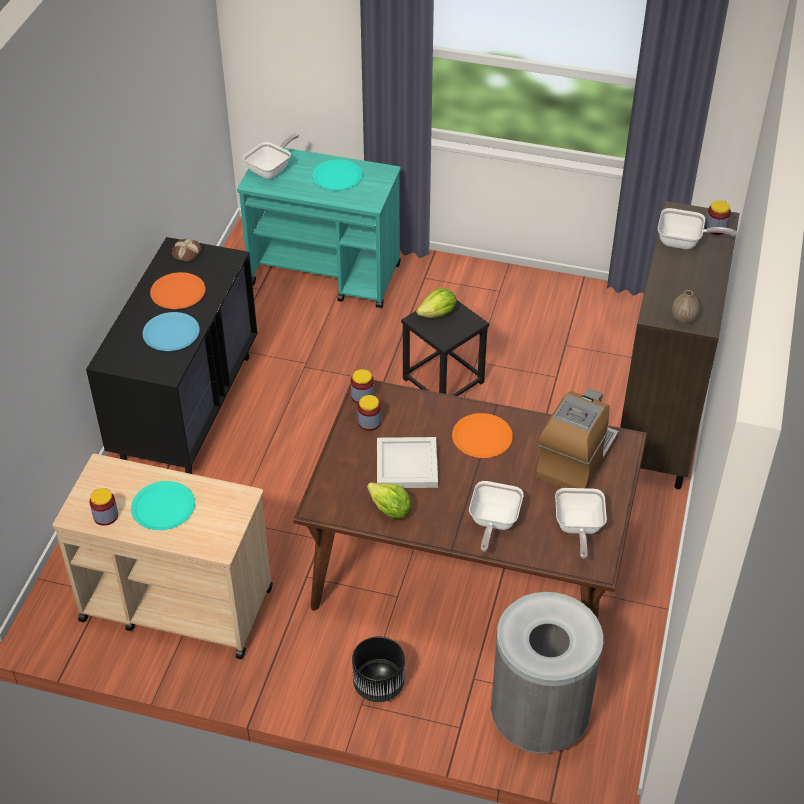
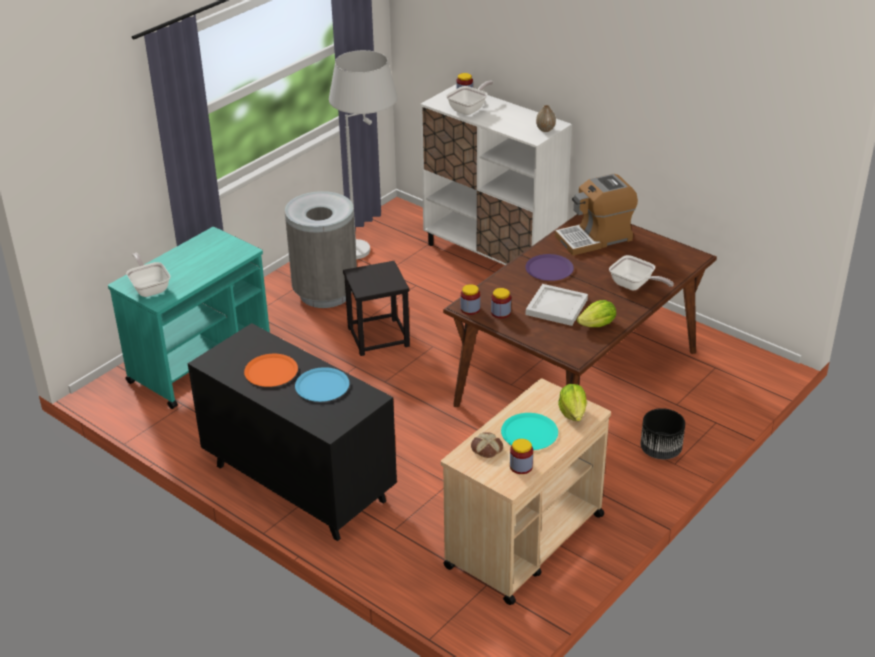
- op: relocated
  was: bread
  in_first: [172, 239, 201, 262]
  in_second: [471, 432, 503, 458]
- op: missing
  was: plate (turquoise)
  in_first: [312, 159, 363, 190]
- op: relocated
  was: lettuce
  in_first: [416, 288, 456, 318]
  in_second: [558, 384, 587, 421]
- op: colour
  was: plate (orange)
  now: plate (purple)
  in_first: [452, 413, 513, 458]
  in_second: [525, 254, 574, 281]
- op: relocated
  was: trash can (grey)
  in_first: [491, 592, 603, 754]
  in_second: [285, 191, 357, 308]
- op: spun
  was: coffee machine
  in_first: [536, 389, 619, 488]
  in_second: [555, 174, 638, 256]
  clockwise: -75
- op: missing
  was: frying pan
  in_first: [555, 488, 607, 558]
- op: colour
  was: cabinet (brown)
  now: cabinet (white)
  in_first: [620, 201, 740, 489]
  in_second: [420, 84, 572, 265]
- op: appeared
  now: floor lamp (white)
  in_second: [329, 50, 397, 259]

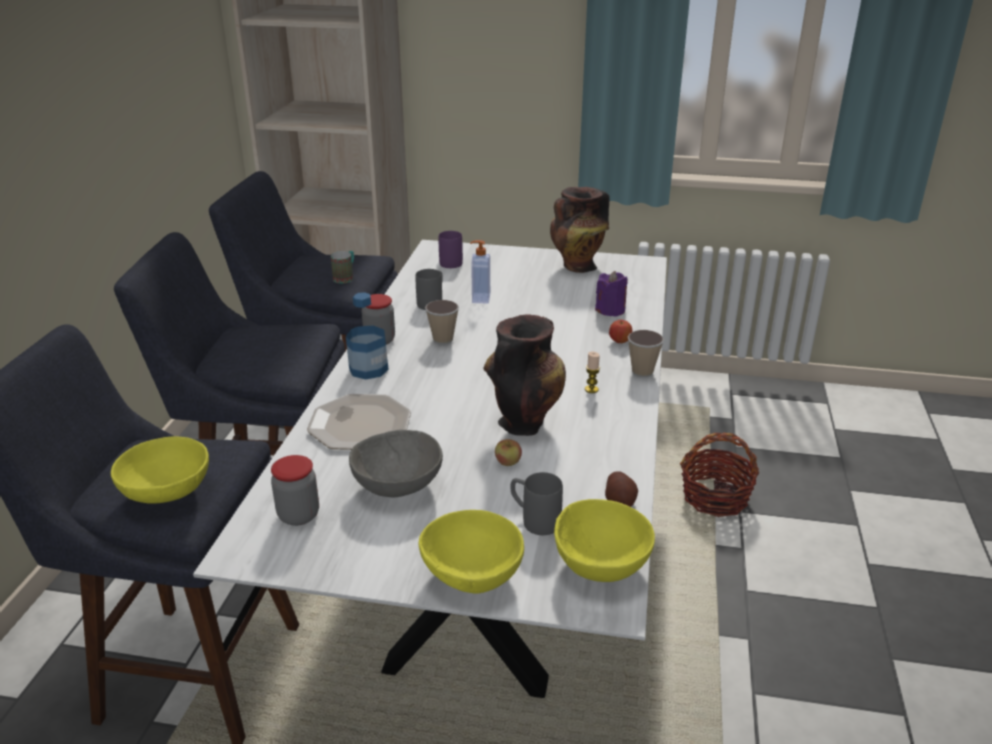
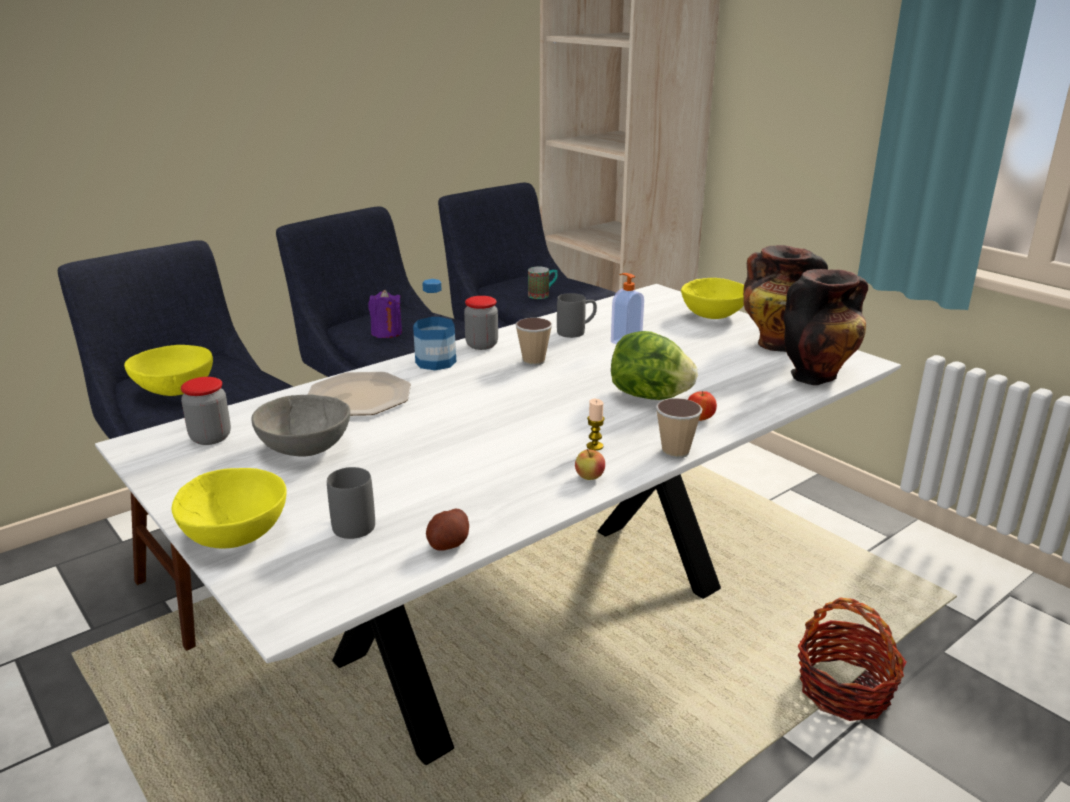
- op: missing
  was: mug (purple)
  in_first: [439, 231, 463, 268]
- op: relocated
  was: vase
  in_first: [484, 314, 566, 436]
  in_second: [783, 269, 868, 385]
- op: relocated
  was: apple
  in_first: [495, 439, 522, 466]
  in_second: [575, 449, 605, 480]
- op: relocated
  was: bowl (yellow)
  in_first: [554, 499, 655, 582]
  in_second: [681, 278, 744, 319]
- op: relocated
  was: candle (purple)
  in_first: [595, 271, 628, 317]
  in_second: [368, 290, 402, 338]
- op: appeared
  now: lettuce
  in_second: [611, 331, 698, 400]

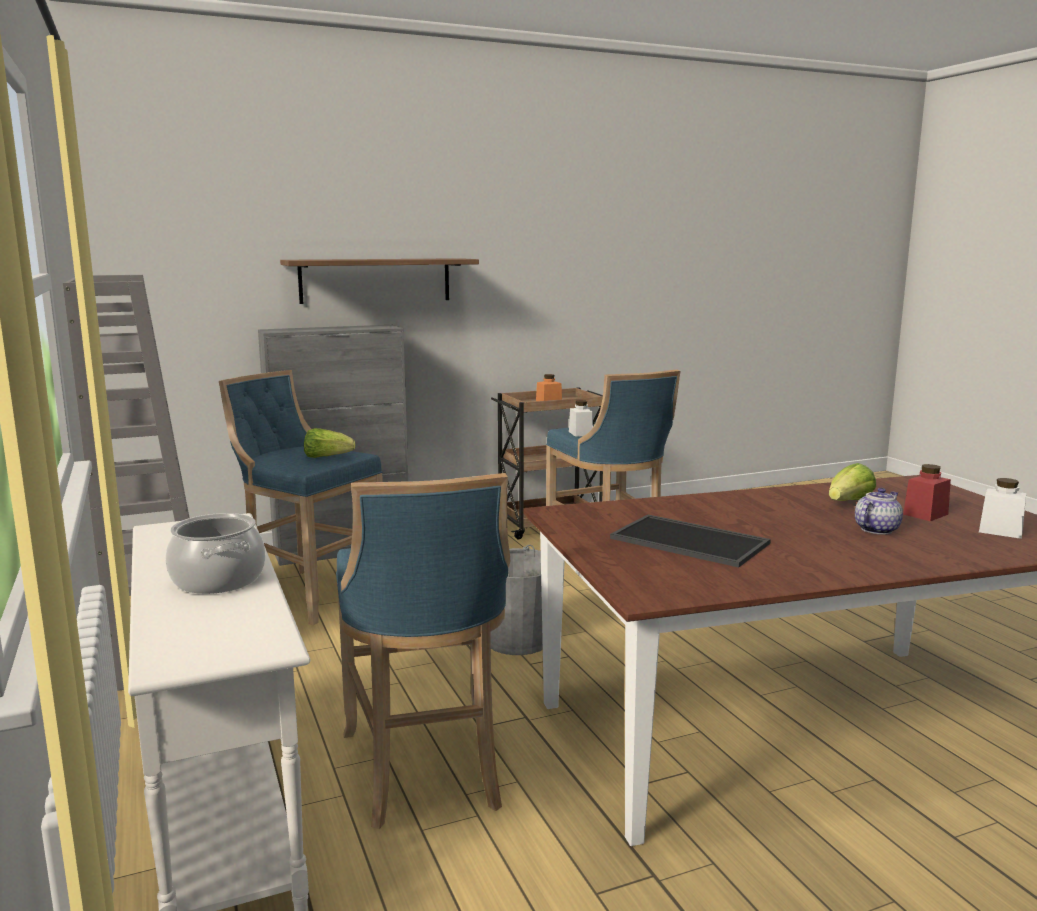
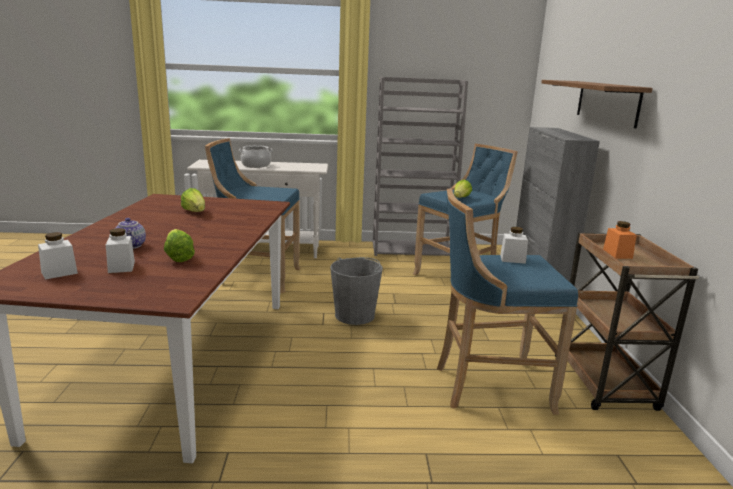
- op: exchanged
  was: tray
  now: lettuce
  in_first: [610, 514, 771, 568]
  in_second: [181, 188, 205, 212]
- op: colour
  was: jar (red)
  now: jar (white)
  in_first: [903, 464, 951, 521]
  in_second: [106, 228, 135, 273]

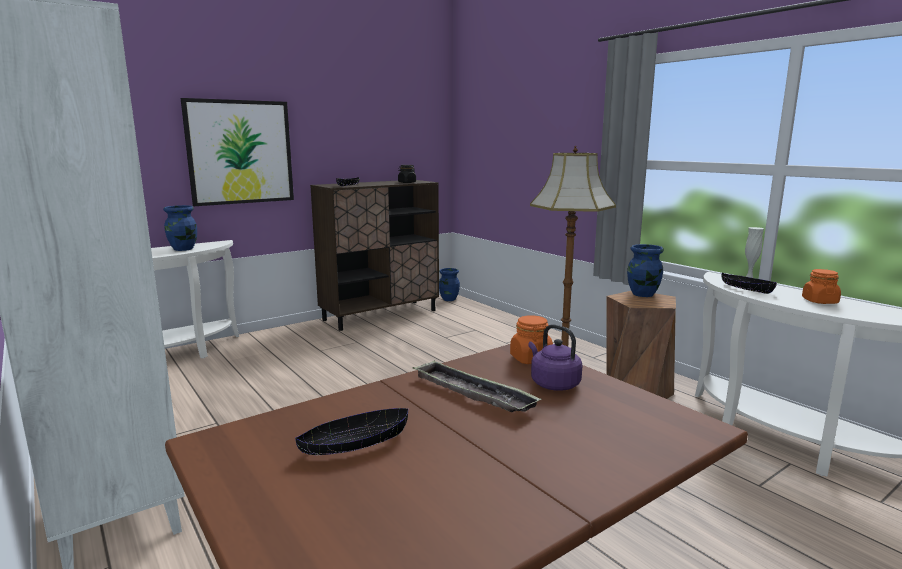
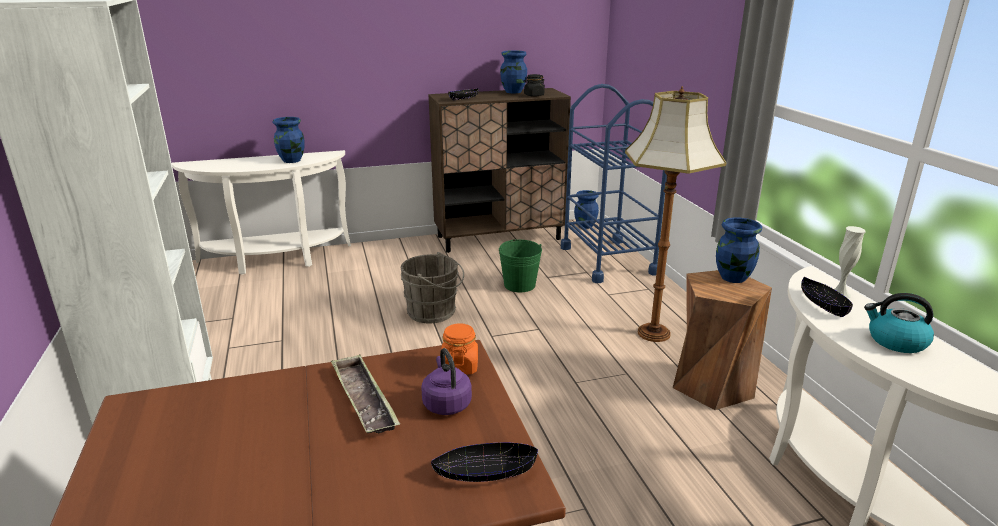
- op: missing
  was: picture
  in_first: [181, 98, 294, 206]
- op: relocated
  was: bowl (black)
  in_first: [295, 408, 408, 455]
  in_second: [431, 443, 538, 482]
- op: exchanged
  was: jar (orange)
  now: kettle
  in_first: [802, 269, 841, 304]
  in_second: [864, 293, 934, 353]
- op: appeared
  now: bucket (grey)
  in_second: [401, 252, 464, 323]
- op: appeared
  now: bucket (green)
  in_second: [499, 240, 542, 292]
- op: appeared
  now: vase (blue)
  in_second: [500, 50, 527, 93]
- op: appeared
  now: cart (blue)
  in_second: [561, 84, 667, 283]

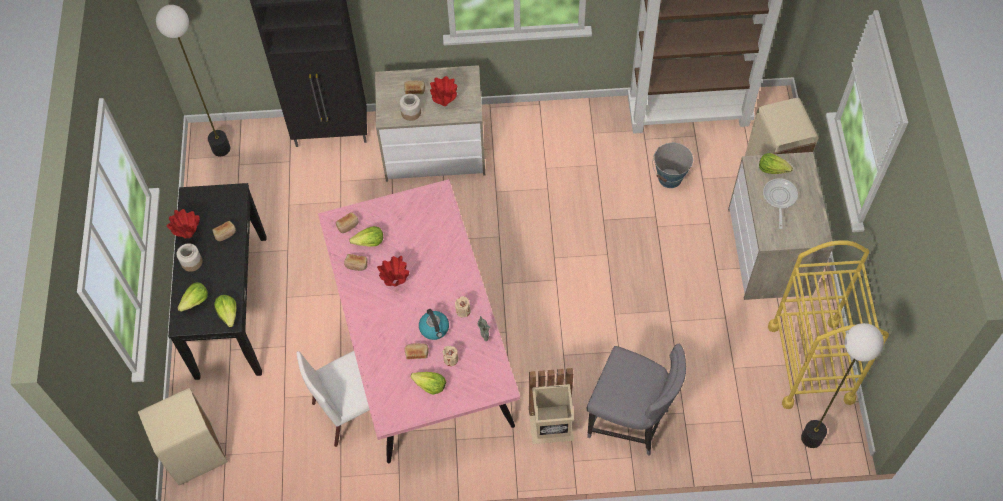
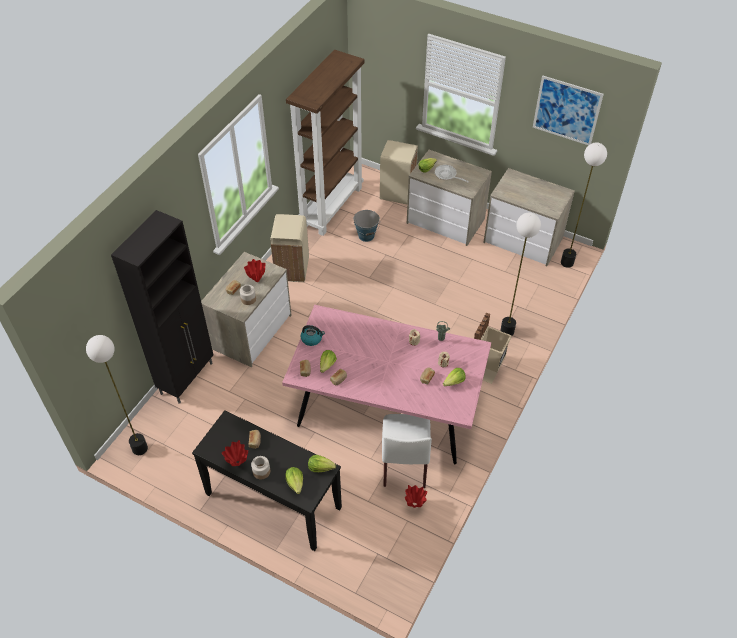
- op: relocated
  was: trash can (beige)
  in_first: [138, 387, 228, 485]
  in_second: [270, 214, 309, 282]
- op: relocated
  was: vase (red)
  in_first: [377, 256, 409, 287]
  in_second: [405, 485, 427, 508]
- op: relocated
  was: kettle
  in_first: [419, 309, 449, 340]
  in_second: [301, 325, 325, 346]
- op: exchanged
  was: chair (grey)
  now: floor lamp
  in_first: [586, 344, 686, 455]
  in_second: [500, 212, 541, 336]
- op: exchanged
  was: cart (yellow)
  now: dresser
  in_first: [768, 240, 889, 409]
  in_second: [483, 168, 575, 267]
- op: appeared
  now: picture
  in_second: [533, 75, 604, 145]

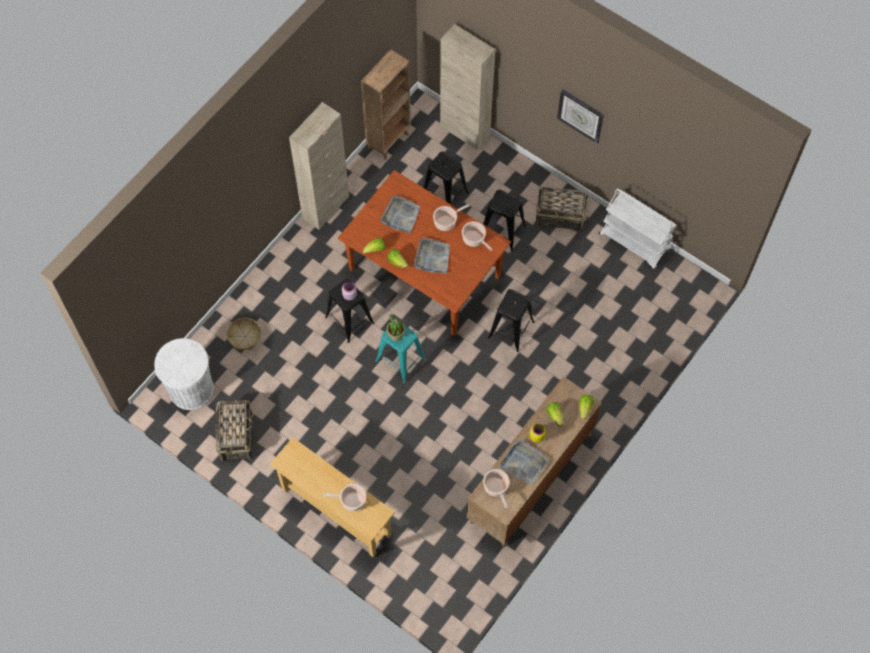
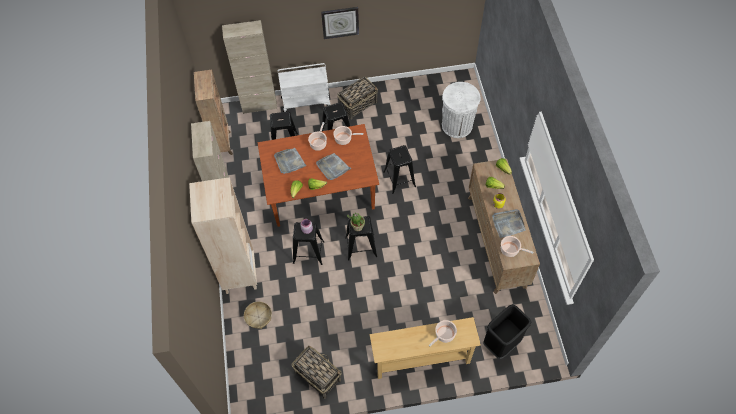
- op: relocated
  was: trash can (white)
  in_first: [154, 338, 214, 410]
  in_second: [442, 82, 481, 138]
- op: colour
  was: stool (turquoise)
  now: stool (black)
  in_first: [376, 325, 426, 383]
  in_second: [345, 216, 377, 260]
- op: relocated
  was: cart (white)
  in_first: [599, 189, 676, 269]
  in_second: [278, 63, 330, 112]
- op: appeared
  now: bookcase (beige)
  in_second: [189, 177, 257, 294]
- op: appeared
  now: trash can (black)
  in_second: [483, 304, 531, 359]

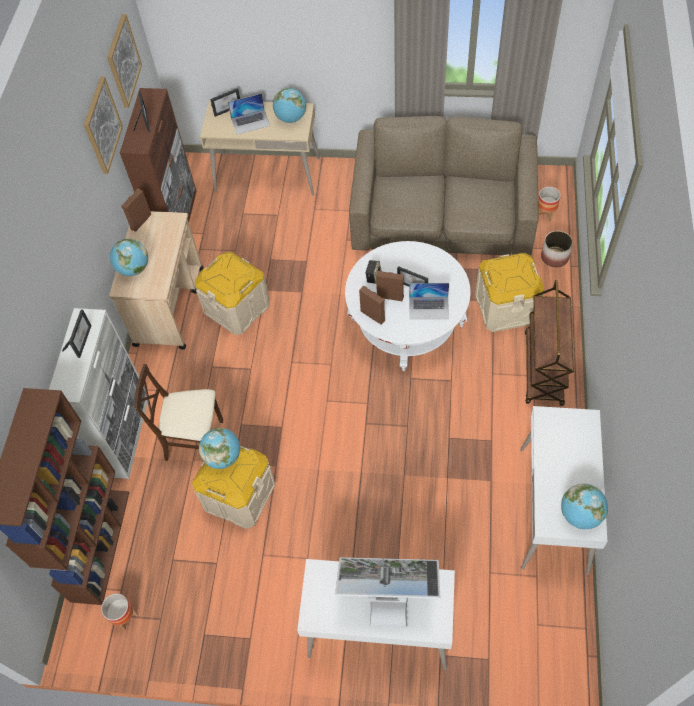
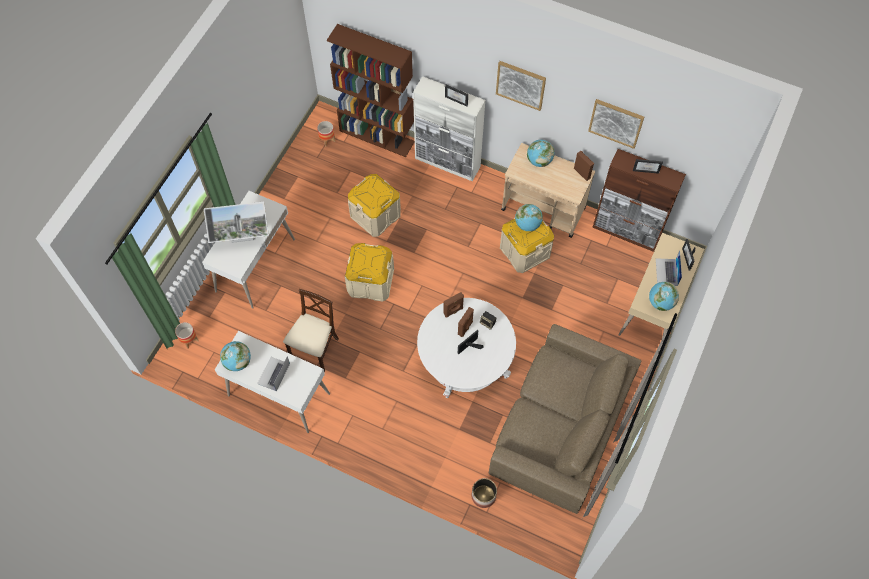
- op: relocated
  was: picture
  in_first: [107, 14, 142, 108]
  in_second: [496, 61, 546, 111]
- op: relocated
  was: chair (beige)
  in_first: [134, 364, 223, 461]
  in_second: [283, 289, 339, 372]
- op: relocated
  was: globe
  in_first: [199, 428, 240, 469]
  in_second: [515, 204, 543, 231]
- op: spun
  was: monitor
  in_first: [335, 557, 440, 628]
  in_second: [204, 202, 269, 243]
  clockwise: 60
- op: relocated
  was: laptop
  in_first: [409, 283, 449, 319]
  in_second: [257, 356, 290, 391]
- op: relocated
  was: storage box (beige)
  in_first: [475, 253, 544, 332]
  in_second: [345, 243, 394, 302]
- op: missing
  was: cart (brown)
  in_first: [525, 280, 574, 406]
- op: relocated
  was: planter
  in_first: [538, 187, 561, 222]
  in_second: [175, 322, 199, 349]

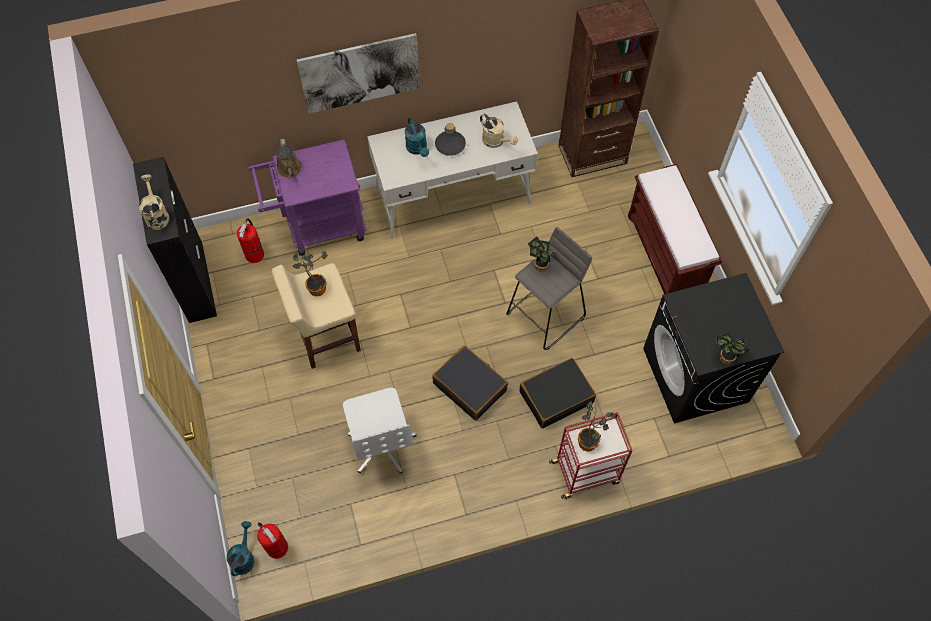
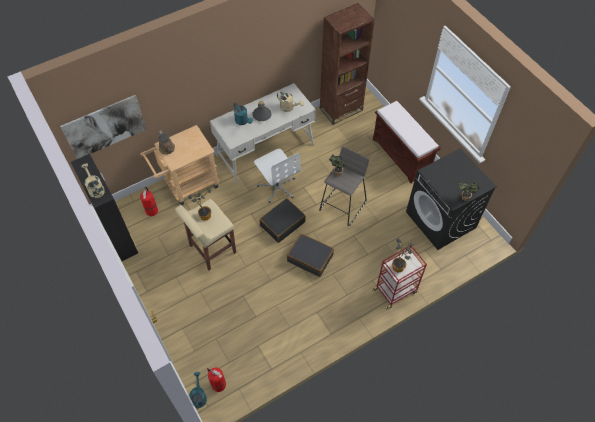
- op: colour
  was: cart (purple)
  now: cart (beige)
  in_first: [248, 139, 367, 256]
  in_second: [140, 125, 219, 205]
- op: relocated
  was: picture
  in_first: [297, 33, 420, 114]
  in_second: [60, 95, 146, 159]
- op: relocated
  was: office chair (white)
  in_first: [343, 388, 417, 474]
  in_second: [254, 149, 301, 203]
- op: relocated
  was: suitcase (black)
  in_first: [519, 358, 596, 428]
  in_second: [259, 198, 306, 243]

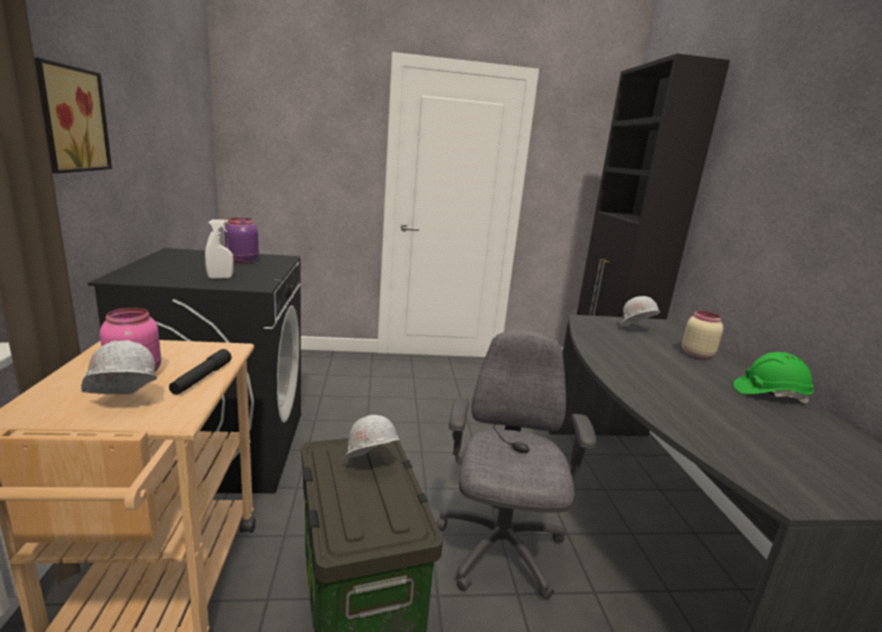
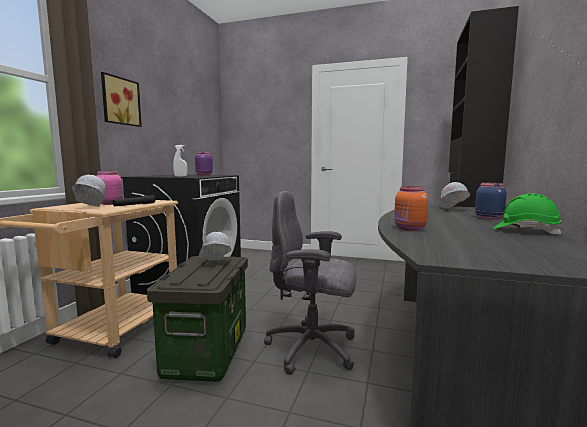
- op: spun
  was: office chair (grey)
  in_first: [437, 330, 596, 600]
  in_second: [264, 191, 356, 375]
  clockwise: -105
- op: colour
  was: jar (beige)
  now: jar (blue)
  in_first: [682, 311, 723, 359]
  in_second: [475, 183, 507, 219]
- op: appeared
  now: jar (orange)
  in_second: [394, 186, 428, 231]

